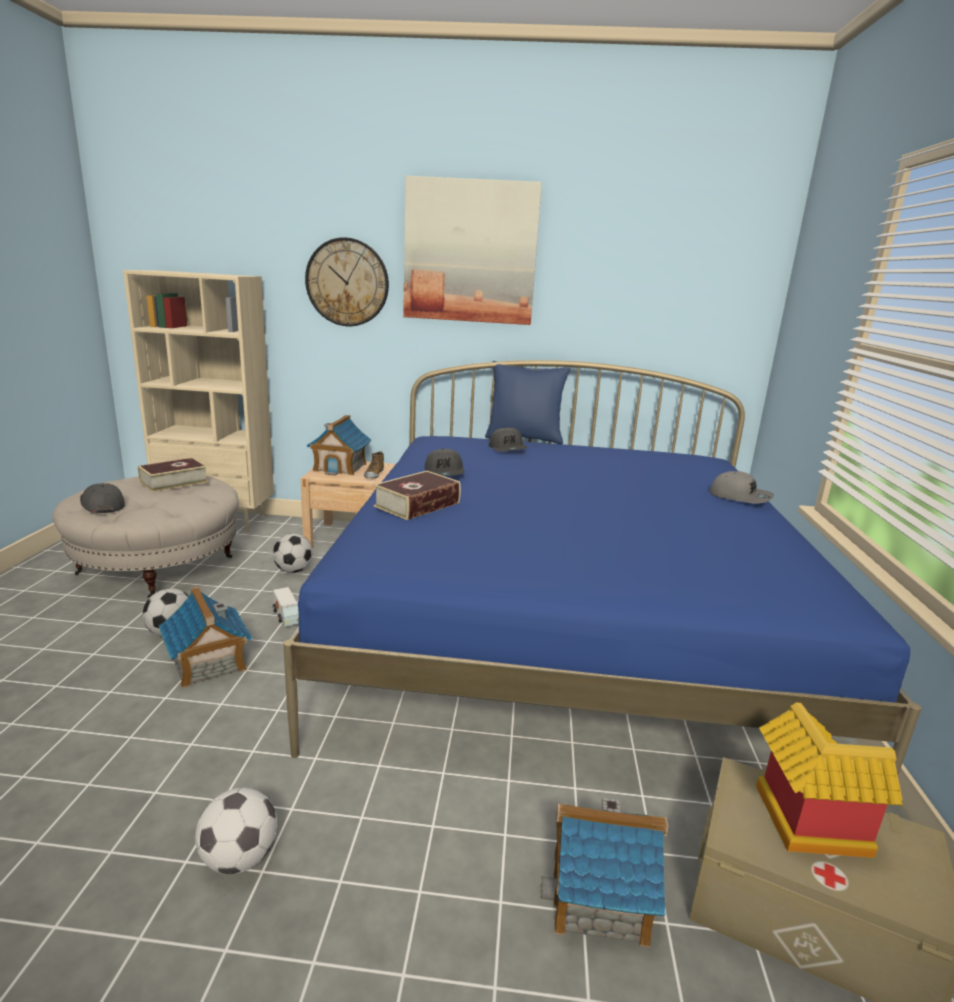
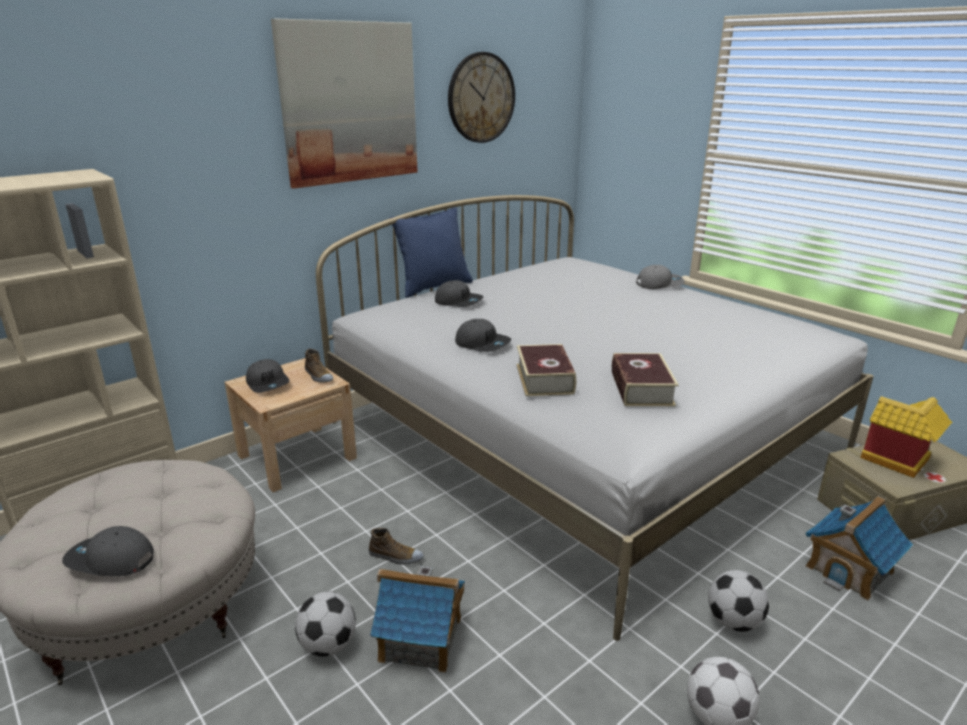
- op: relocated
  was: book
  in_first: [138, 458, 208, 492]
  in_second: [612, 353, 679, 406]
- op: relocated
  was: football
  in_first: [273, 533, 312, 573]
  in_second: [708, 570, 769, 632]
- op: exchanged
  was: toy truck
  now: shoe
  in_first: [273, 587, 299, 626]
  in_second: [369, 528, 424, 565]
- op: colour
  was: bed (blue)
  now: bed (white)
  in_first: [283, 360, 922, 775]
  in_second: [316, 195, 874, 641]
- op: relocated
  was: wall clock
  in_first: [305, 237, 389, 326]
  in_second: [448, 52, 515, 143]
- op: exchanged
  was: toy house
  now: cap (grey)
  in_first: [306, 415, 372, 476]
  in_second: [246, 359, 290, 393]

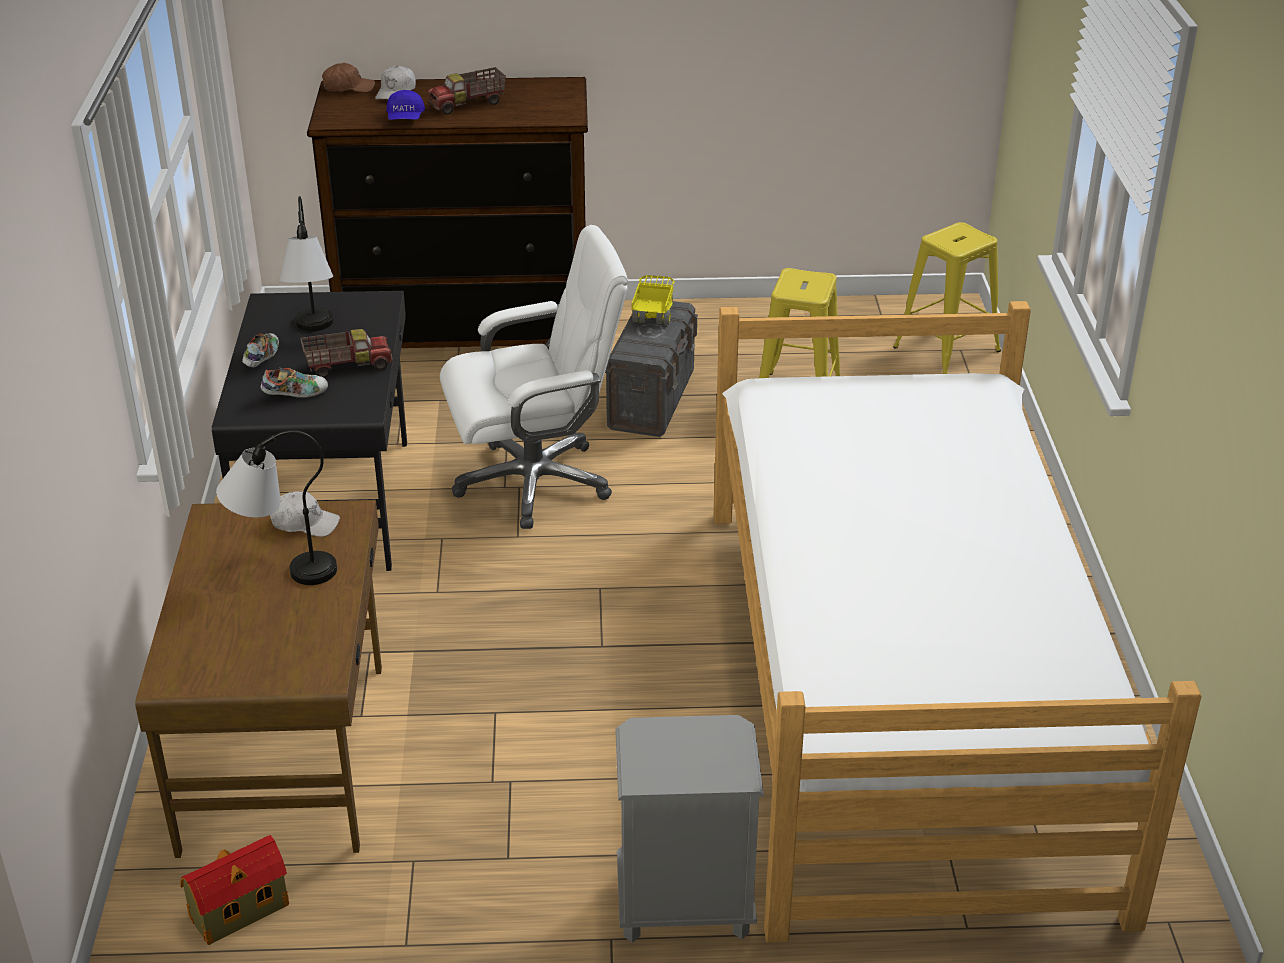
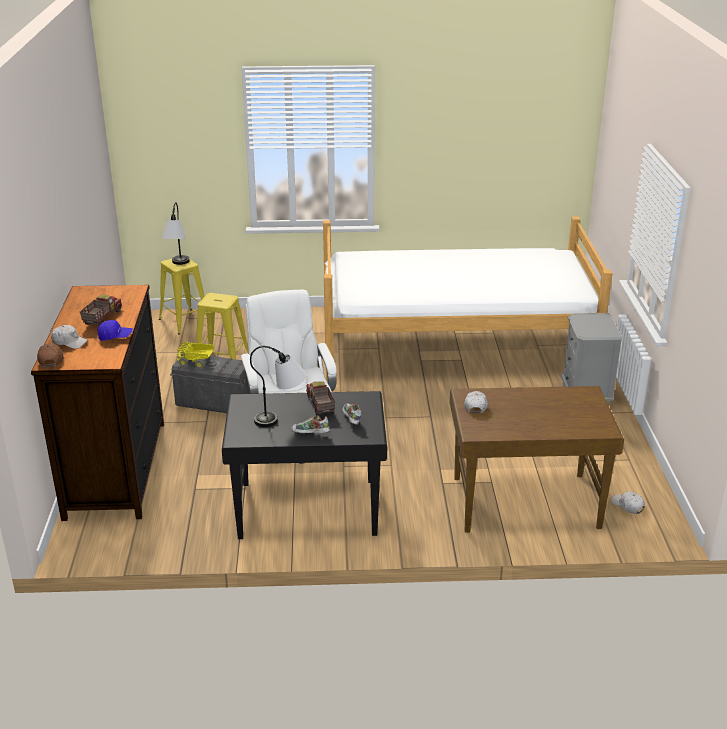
- op: exchanged
  was: toy house
  now: cap (white)
  in_first: [180, 835, 289, 945]
  in_second: [611, 491, 645, 514]
- op: relocated
  was: table lamp
  in_first: [216, 430, 337, 585]
  in_second: [162, 202, 190, 265]
- op: spun
  was: toy truck
  in_first: [427, 67, 506, 115]
  in_second: [80, 295, 122, 326]
  clockwise: -135

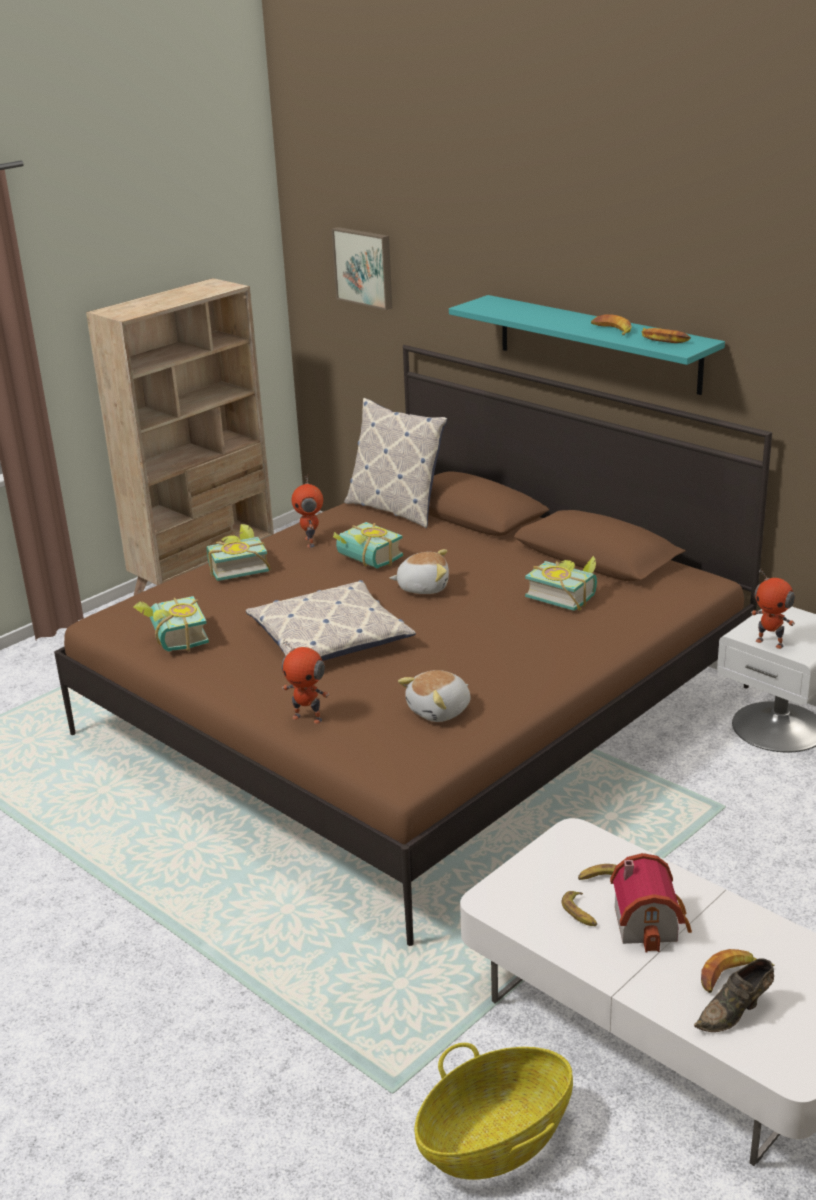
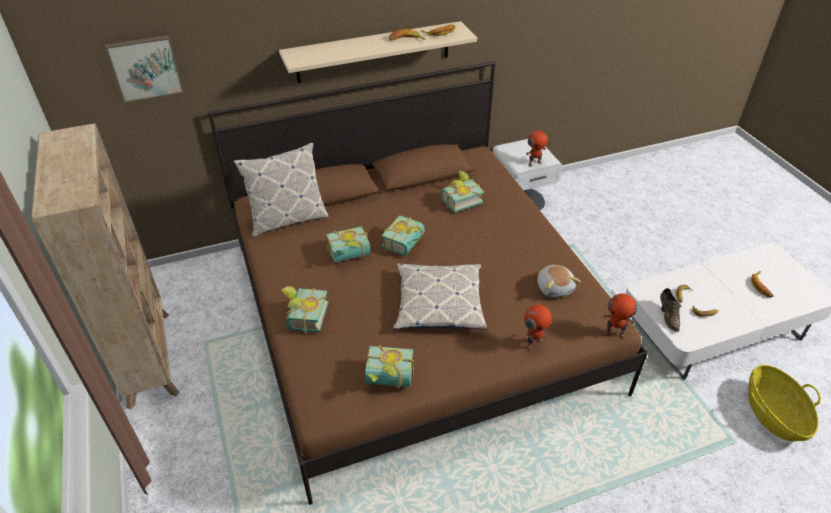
- op: relocated
  was: toy robot
  in_first: [292, 474, 323, 548]
  in_second: [602, 291, 637, 337]
- op: exchanged
  was: plush toy
  now: book
  in_first: [390, 549, 449, 594]
  in_second: [381, 215, 425, 256]
- op: colour
  was: shelf (turquoise)
  now: shelf (beige)
  in_first: [449, 295, 725, 395]
  in_second: [279, 21, 477, 83]
- op: missing
  was: toy house
  in_first: [610, 853, 692, 952]
- op: relocated
  was: shoe (brown)
  in_first: [694, 958, 774, 1032]
  in_second: [660, 288, 681, 332]

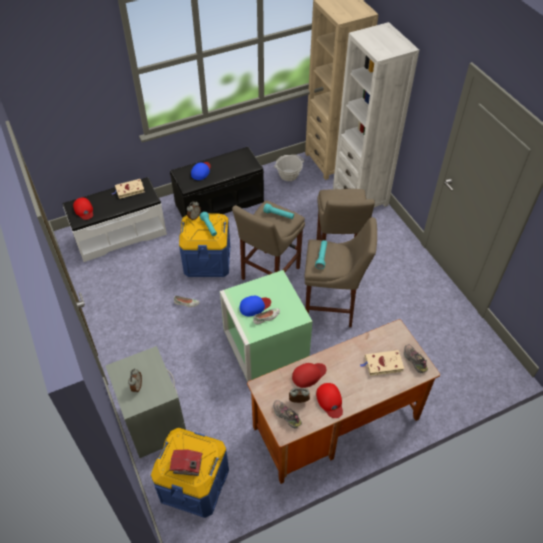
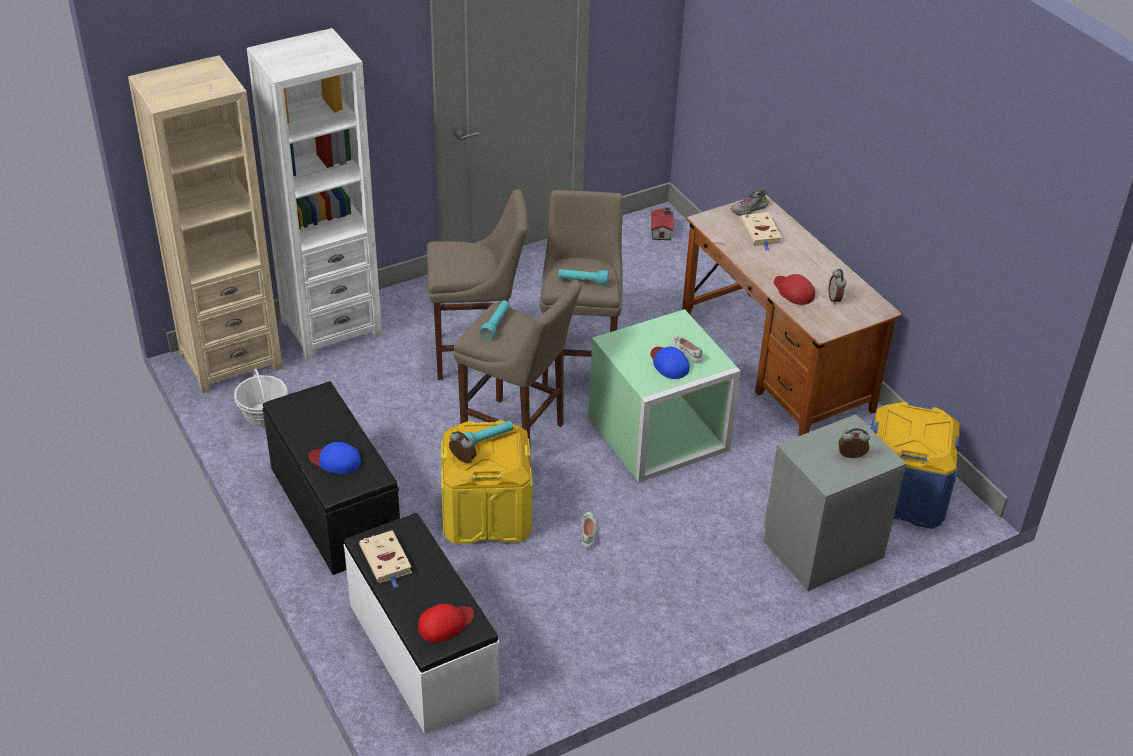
- op: relocated
  was: toy house
  in_first: [170, 450, 203, 476]
  in_second: [651, 207, 673, 240]
- op: colour
  was: storage box (blue)
  now: storage box (yellow)
  in_first: [179, 213, 230, 277]
  in_second: [441, 420, 532, 544]
- op: missing
  was: shoe
  in_first: [273, 400, 302, 428]
- op: missing
  was: cap (red)
  in_first: [316, 383, 343, 418]

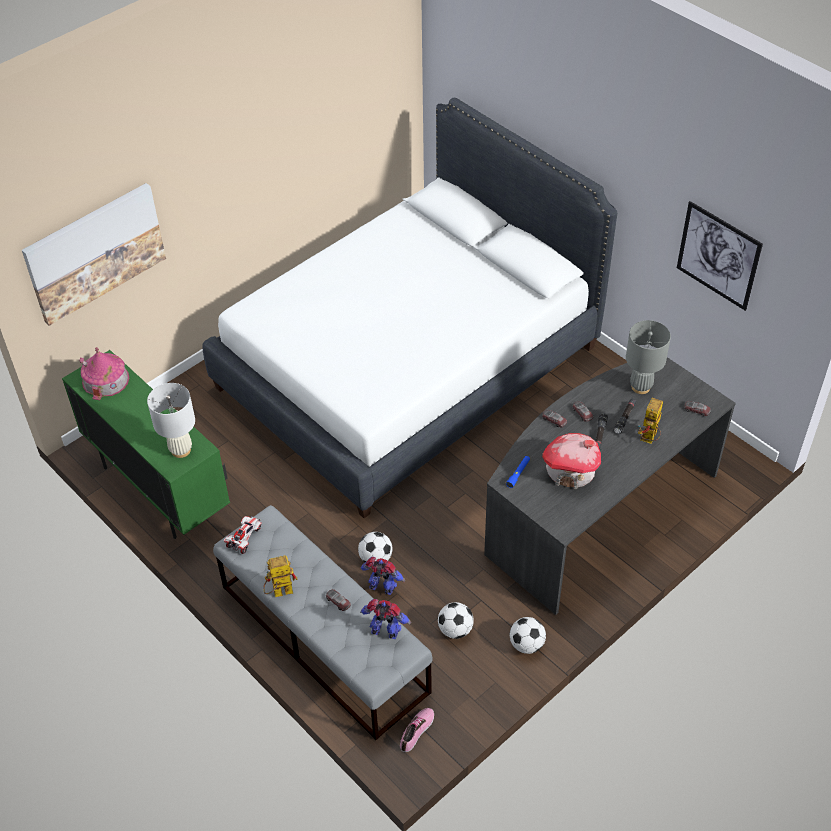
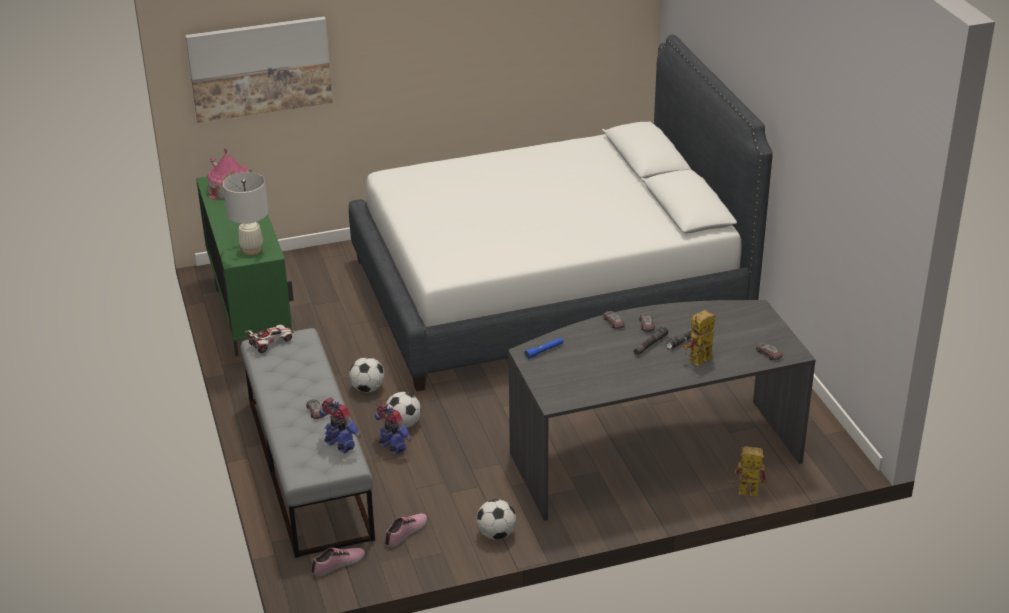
- op: relocated
  was: toy robot
  in_first: [264, 556, 298, 597]
  in_second: [729, 446, 767, 497]
- op: relocated
  was: football
  in_first: [438, 602, 474, 639]
  in_second: [349, 357, 385, 392]
- op: missing
  was: toy house
  in_first: [542, 433, 601, 489]
- op: missing
  was: table lamp (grey)
  in_first: [626, 320, 671, 394]
- op: missing
  was: picture
  in_first: [677, 201, 763, 311]
- op: appeared
  now: shoe
  in_second: [384, 513, 427, 547]

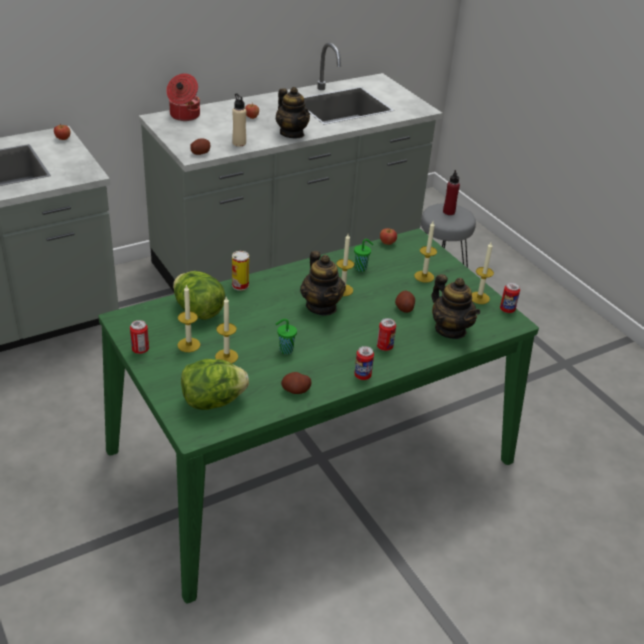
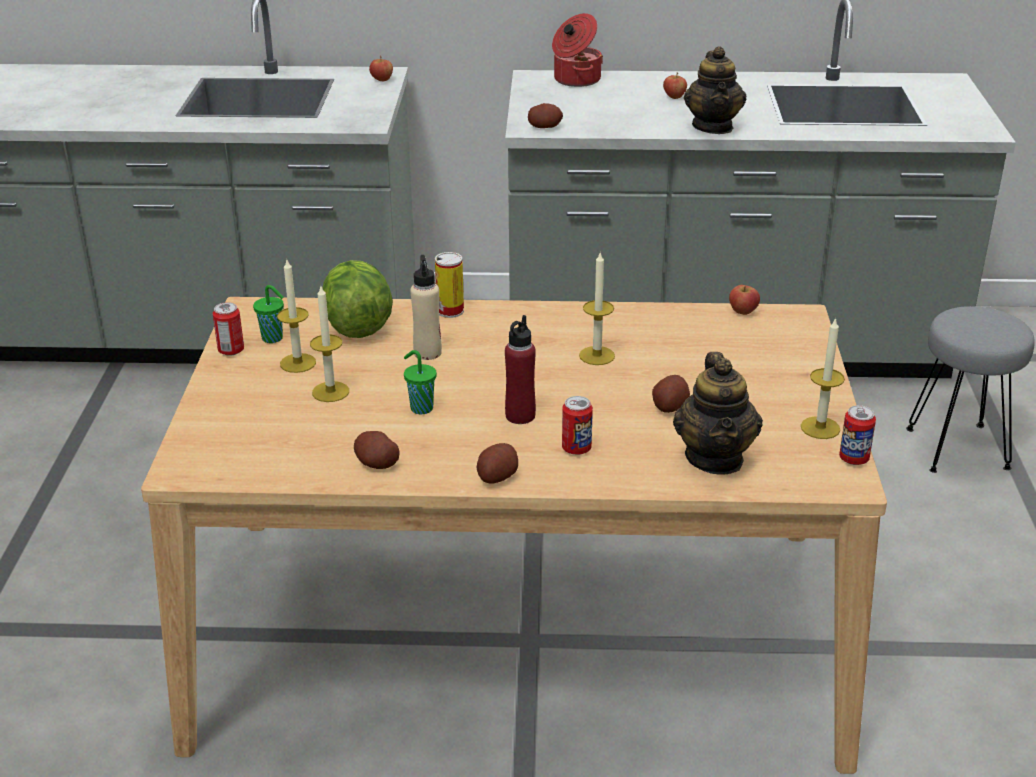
- op: colour
  was: dining table (green)
  now: dining table (beige)
  in_first: [99, 229, 539, 604]
  in_second: [141, 297, 887, 774]
- op: missing
  was: lettuce
  in_first: [181, 359, 249, 410]
- op: relocated
  was: bottle (beige)
  in_first: [232, 93, 246, 147]
  in_second: [410, 255, 442, 360]
- op: missing
  was: teapot
  in_first: [300, 251, 346, 316]
- op: relocated
  was: cup (green)
  in_first: [354, 239, 373, 272]
  in_second: [253, 285, 284, 343]
- op: exchanged
  was: can
  now: potato
  in_first: [354, 346, 374, 380]
  in_second: [476, 443, 518, 483]
- op: missing
  was: candle
  in_first: [414, 222, 437, 283]
- op: relocated
  was: bottle (red)
  in_first: [443, 170, 460, 215]
  in_second: [505, 315, 536, 424]

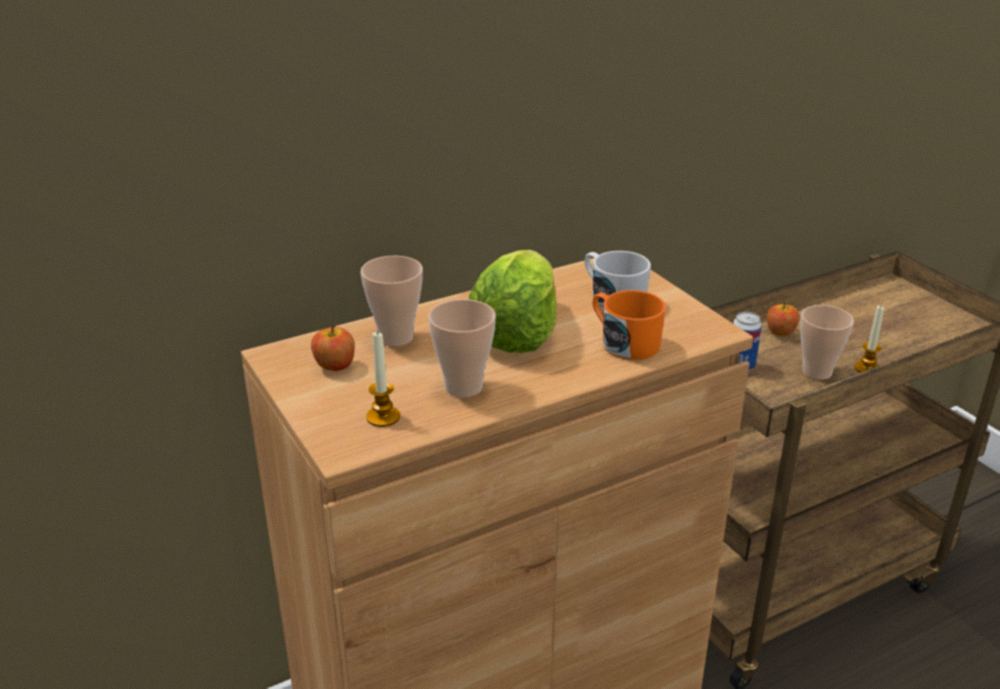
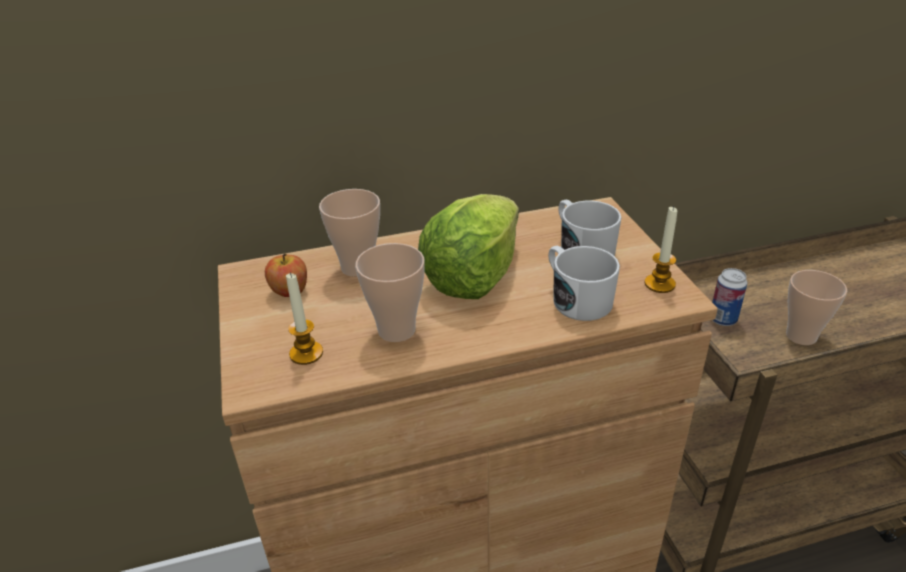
- op: colour
  was: mug (orange)
  now: mug (white)
  in_first: [592, 290, 666, 360]
  in_second: [548, 246, 620, 321]
- op: missing
  was: apple
  in_first: [767, 300, 799, 336]
- op: relocated
  was: candle
  in_first: [854, 306, 884, 372]
  in_second: [644, 206, 677, 293]

